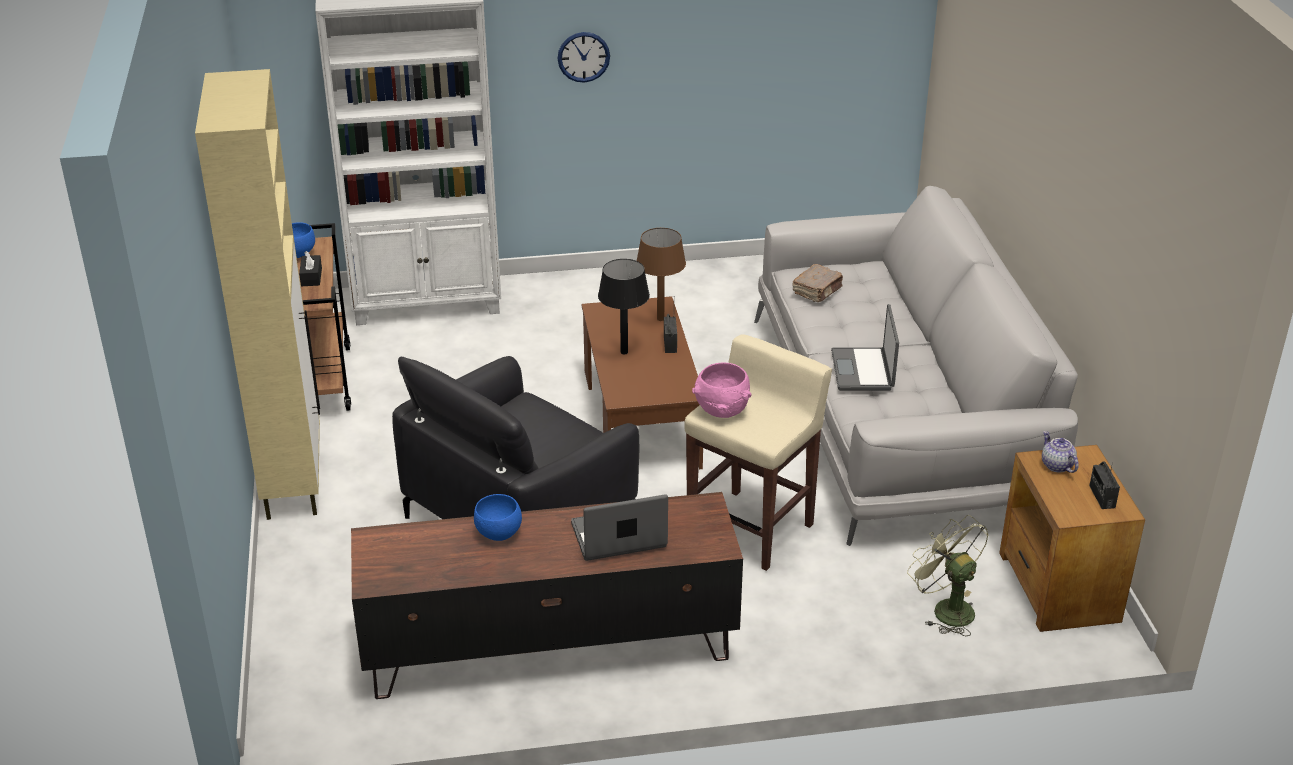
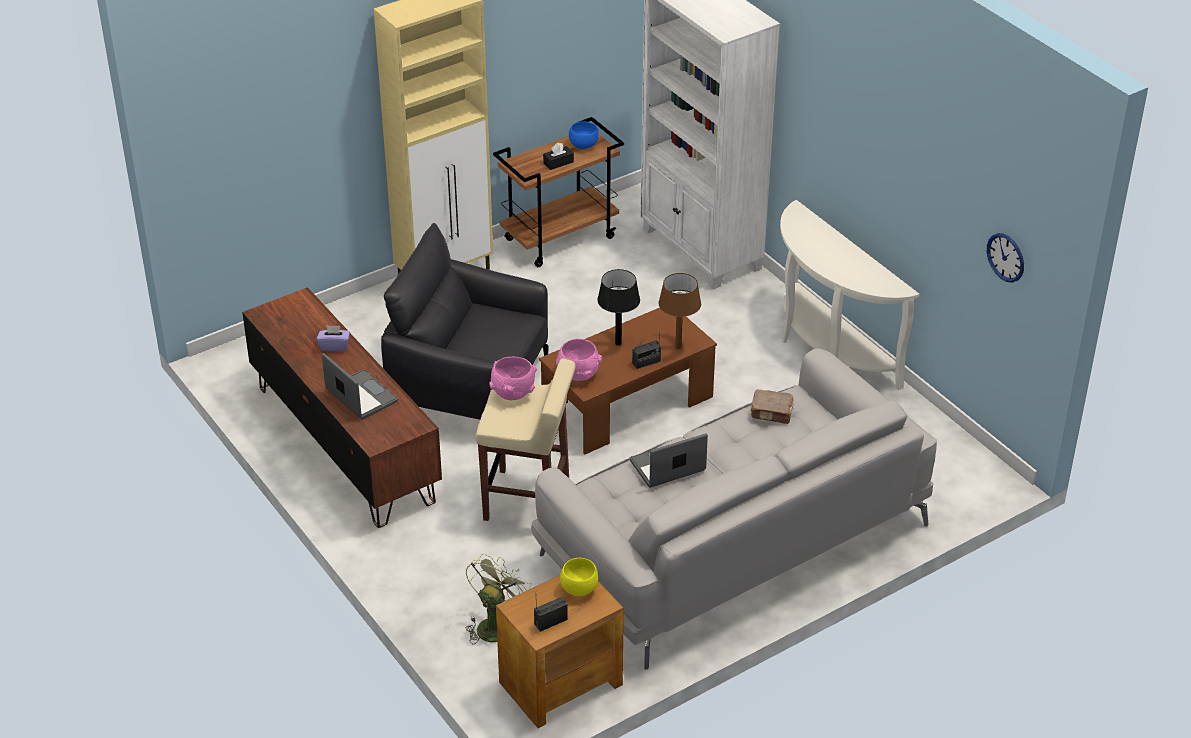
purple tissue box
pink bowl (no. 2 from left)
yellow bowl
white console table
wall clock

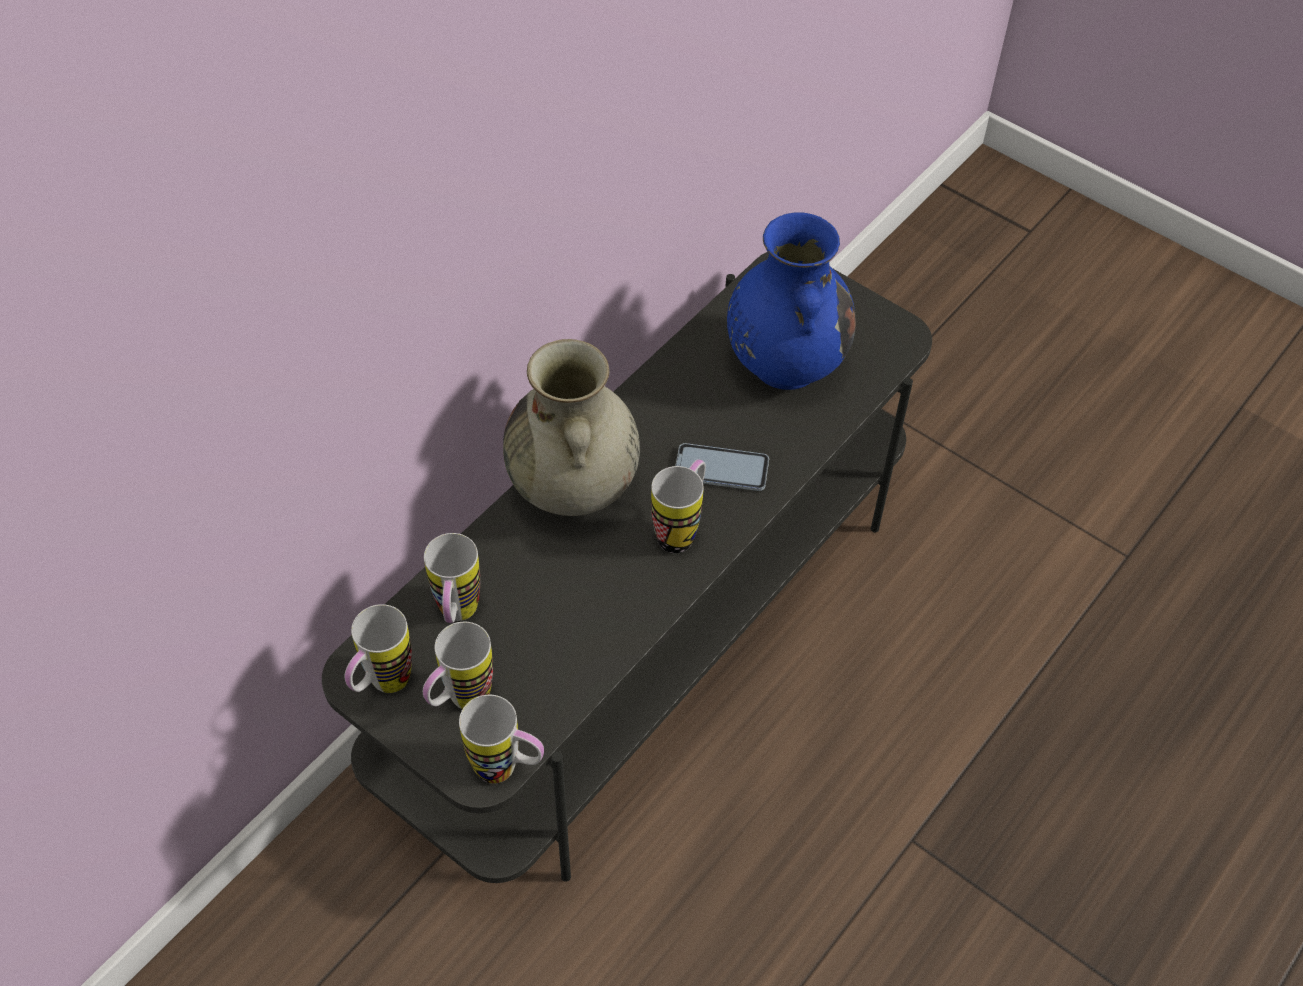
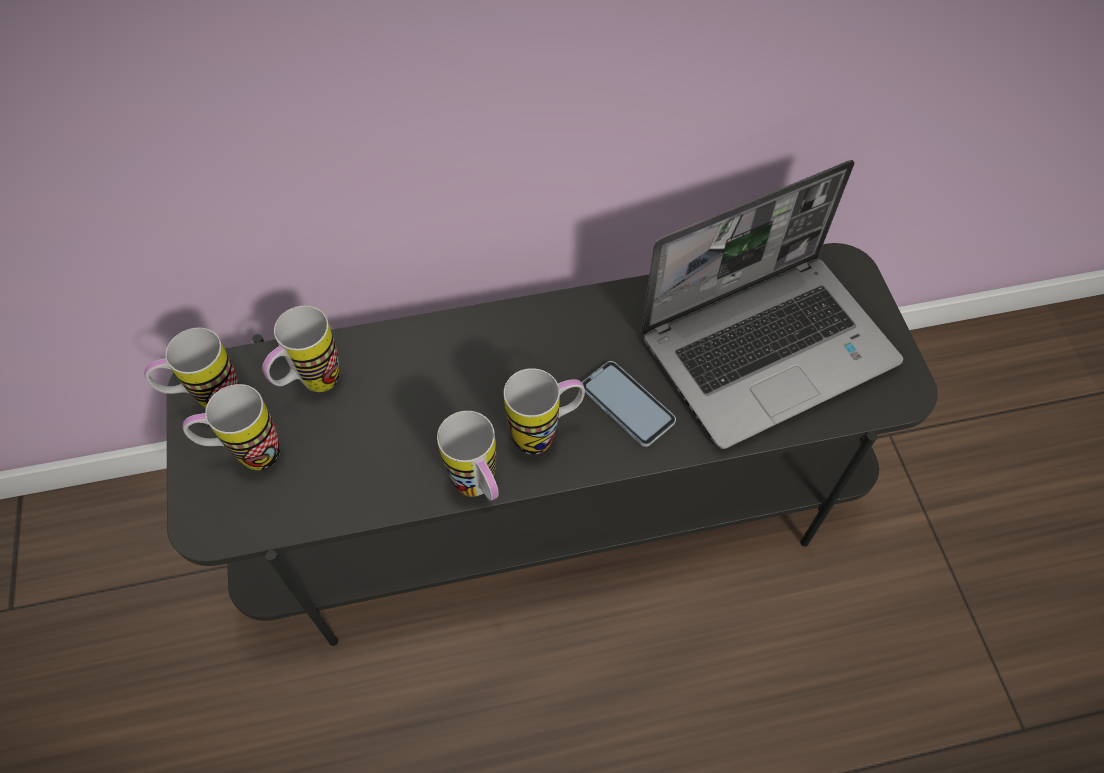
mug (no. 4 from left)
laptop
beige vase

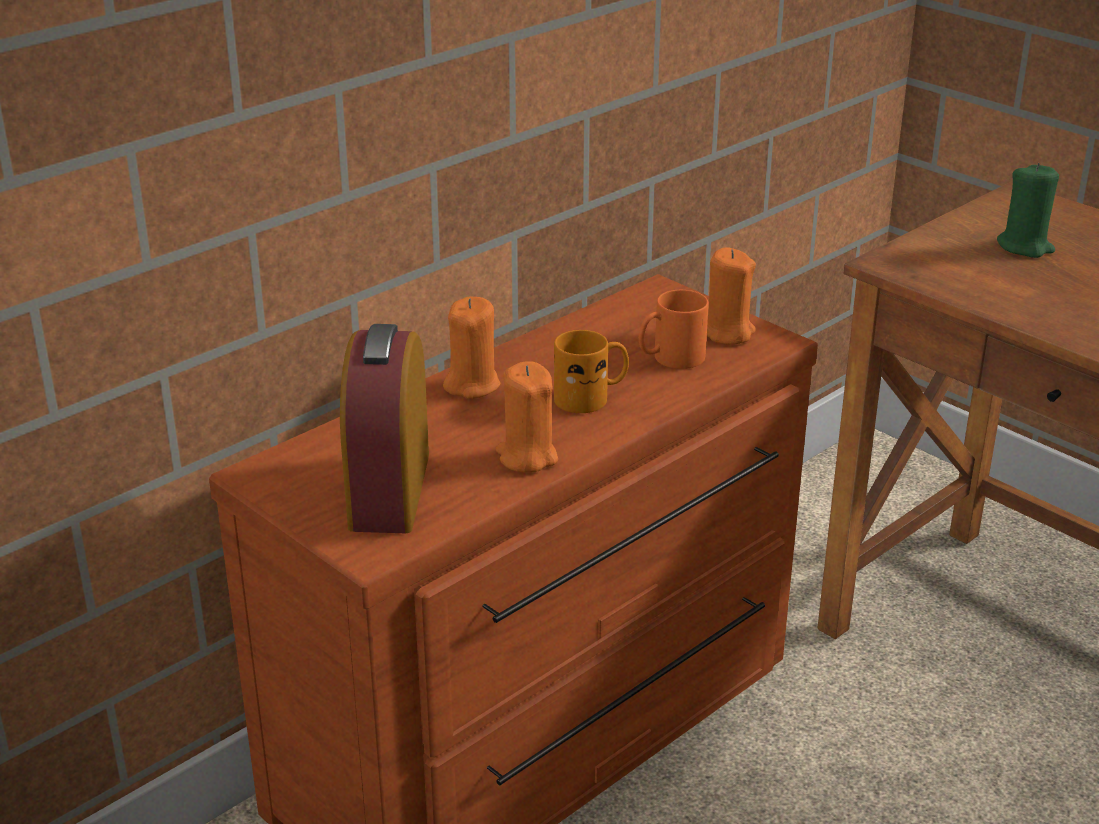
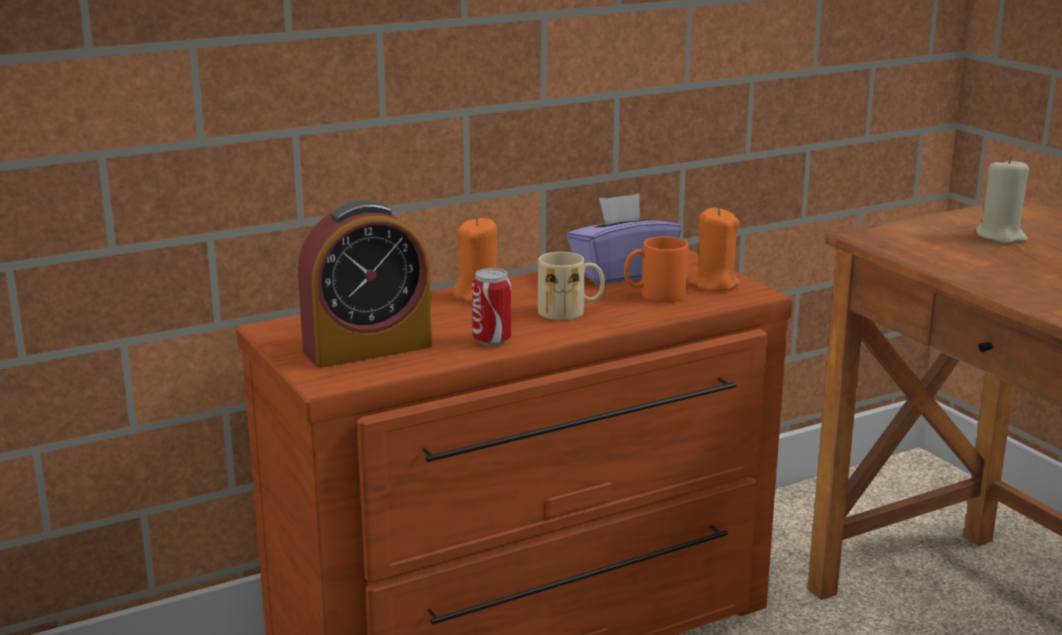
alarm clock
can
beige mug
purple tissue box
beige candle

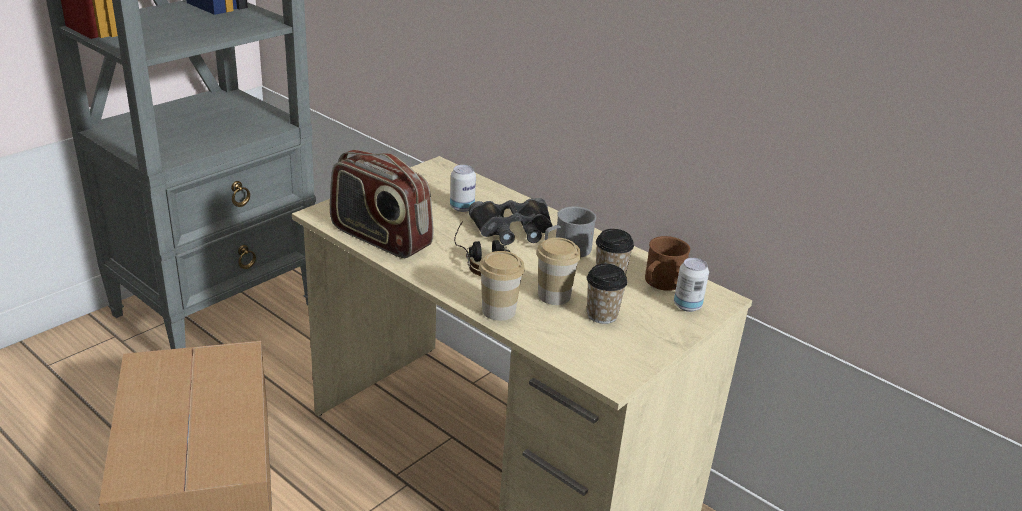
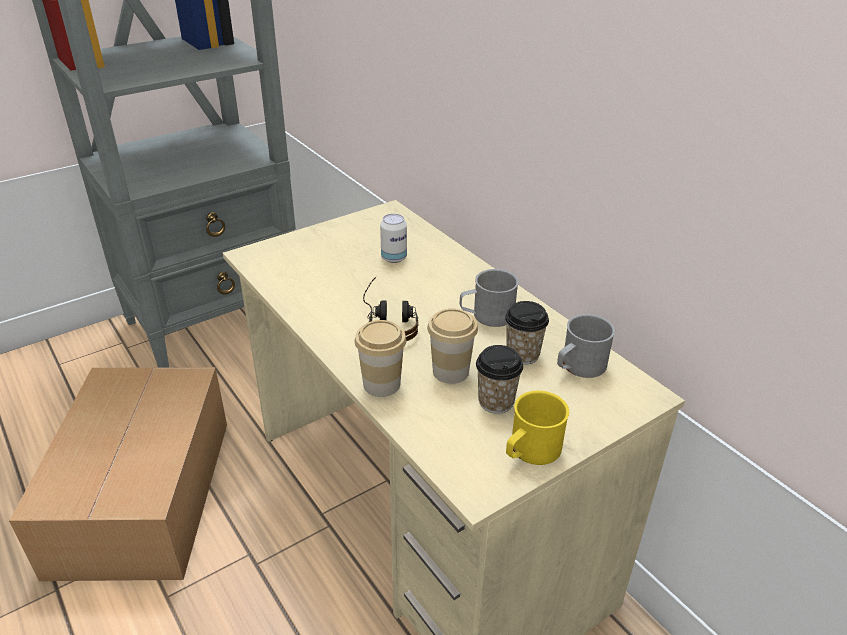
yellow mug
grey mug (no. 2 from left)
radio
black binoculars
can (no. 2 from left in the first image)

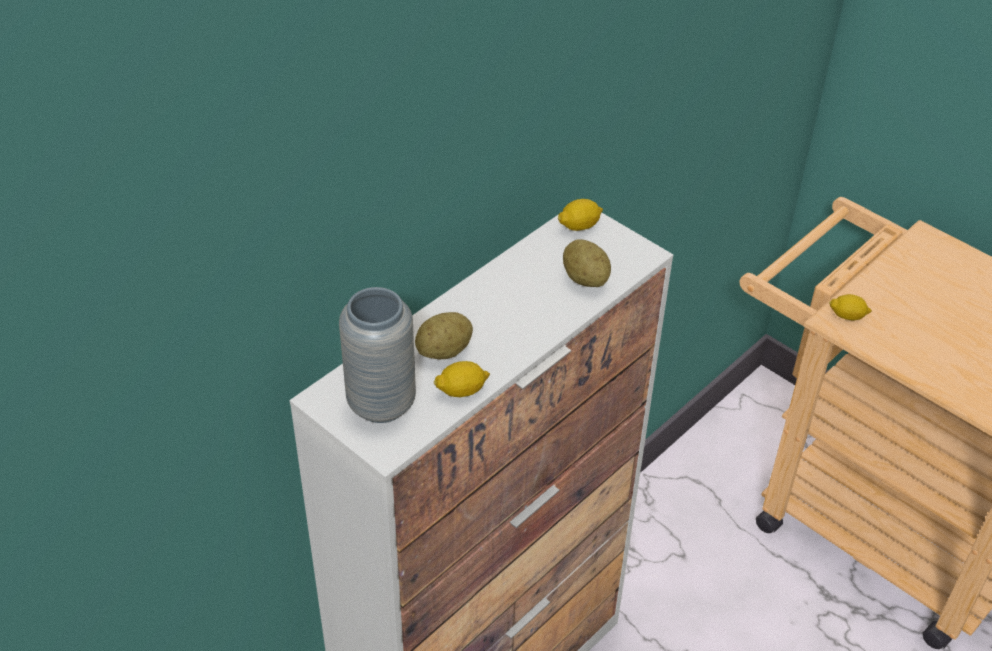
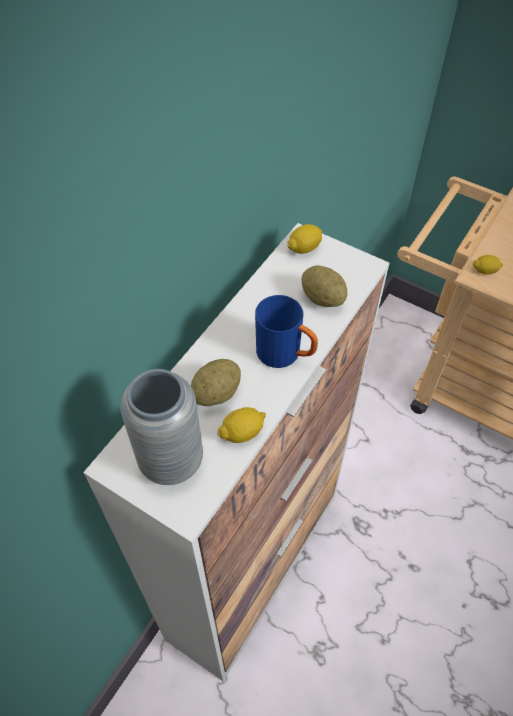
blue mug

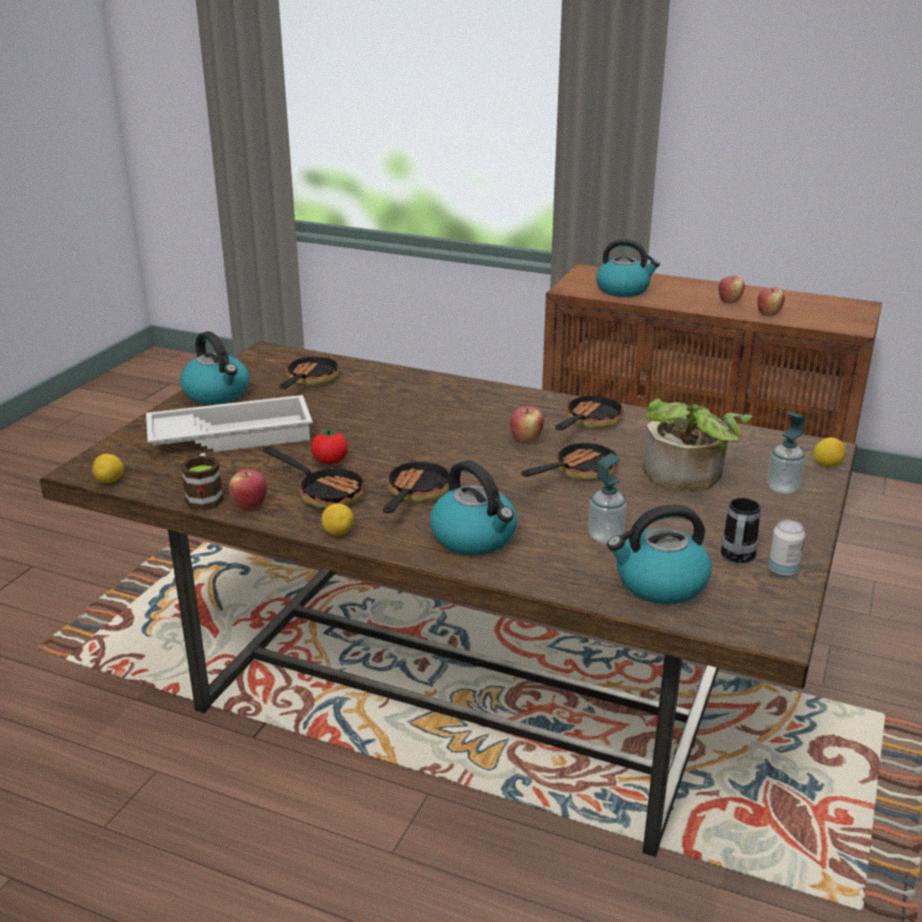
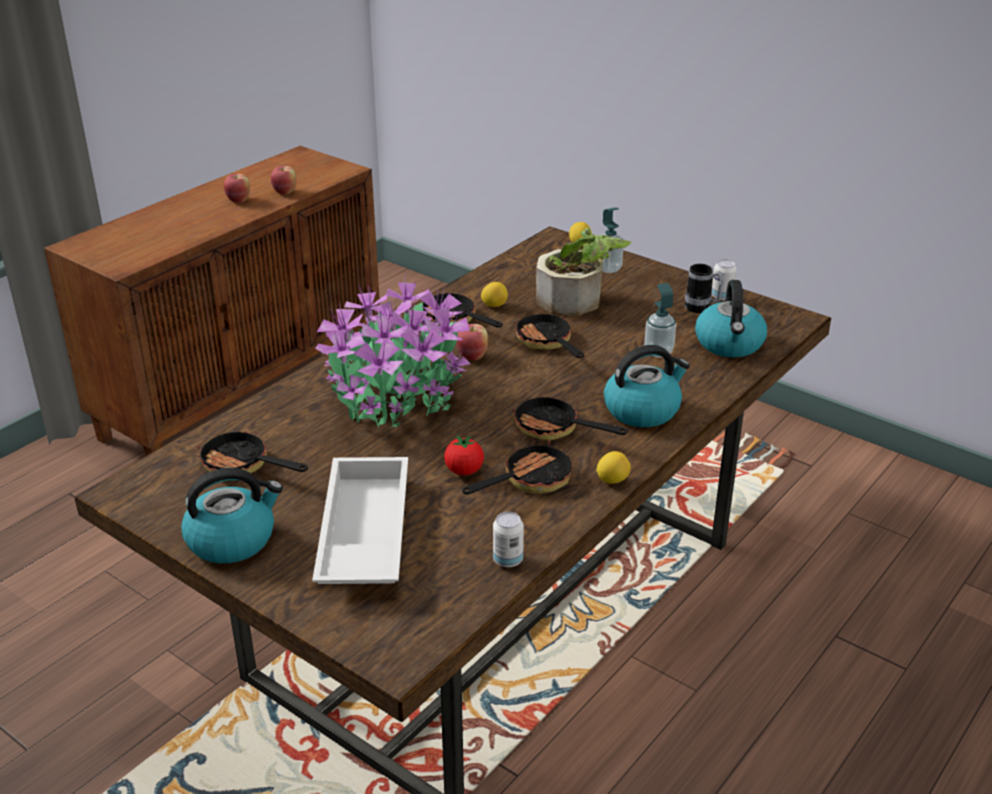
potted plant (no. 1 from left)
lemon (no. 1 from left)
can (no. 1 from left)
apple (no. 1 from left in the first image)
kettle (no. 3 from left in the first image)

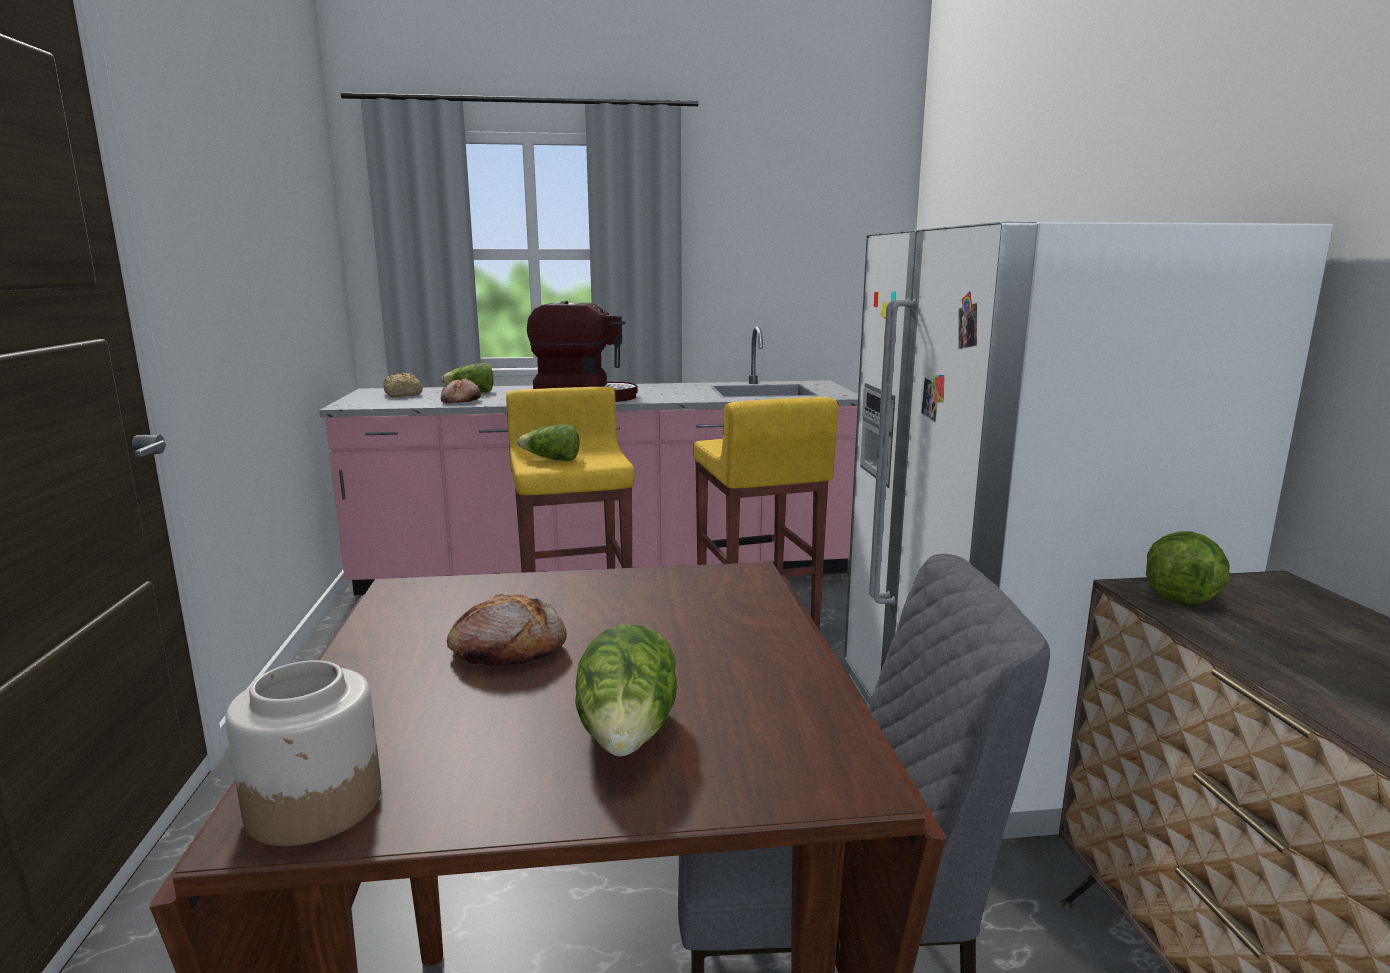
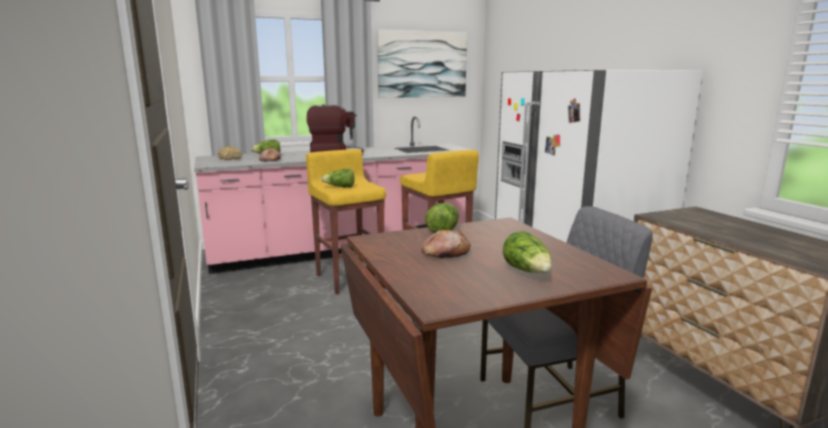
picture
lettuce (no. 3 from left)
jar

